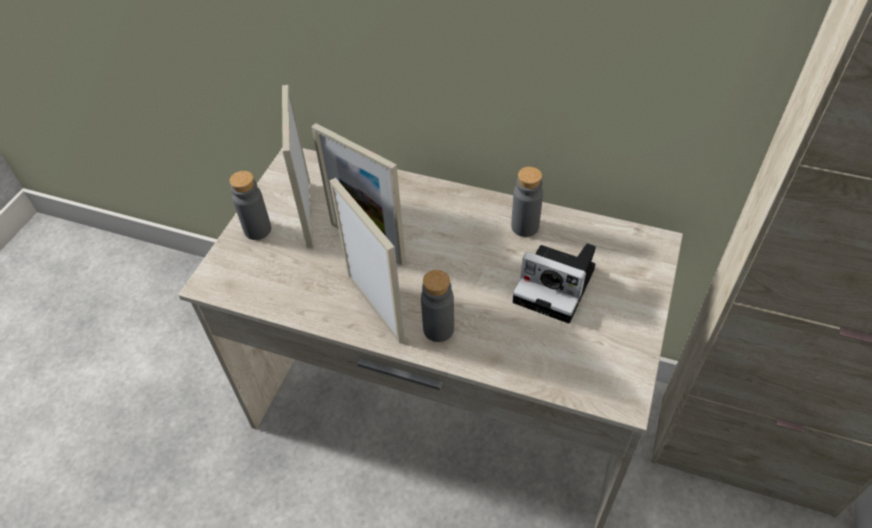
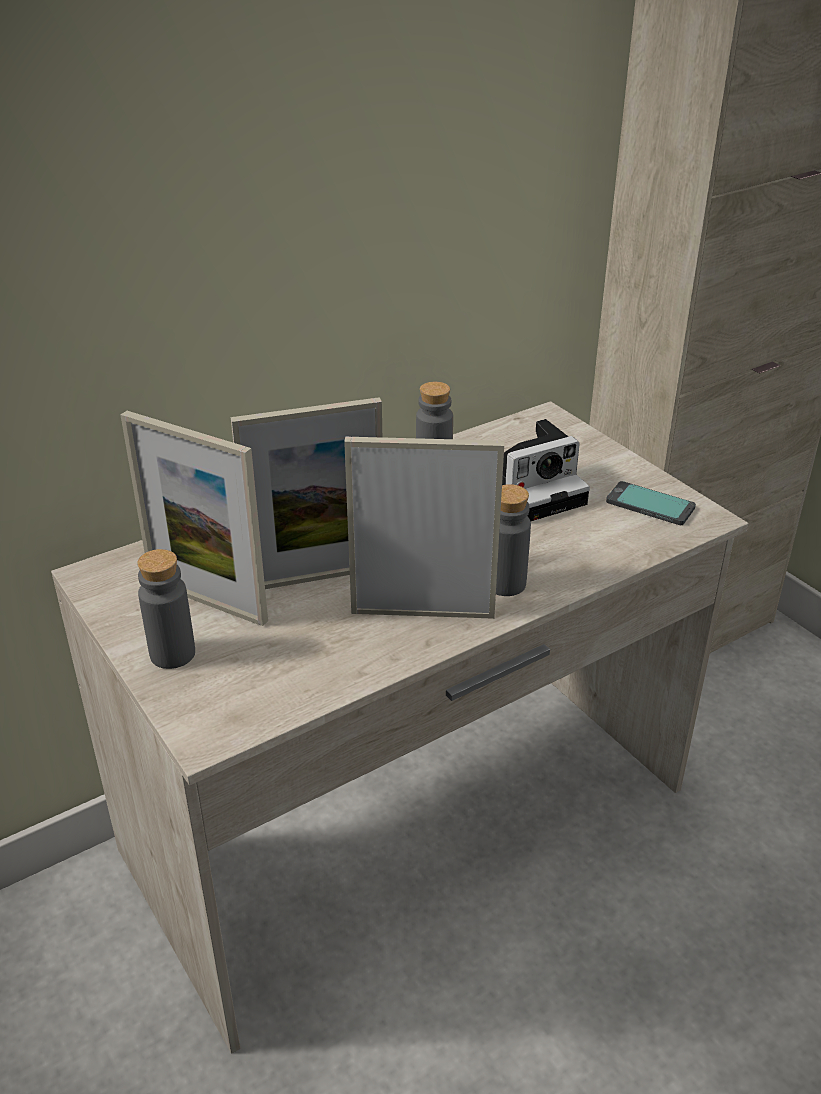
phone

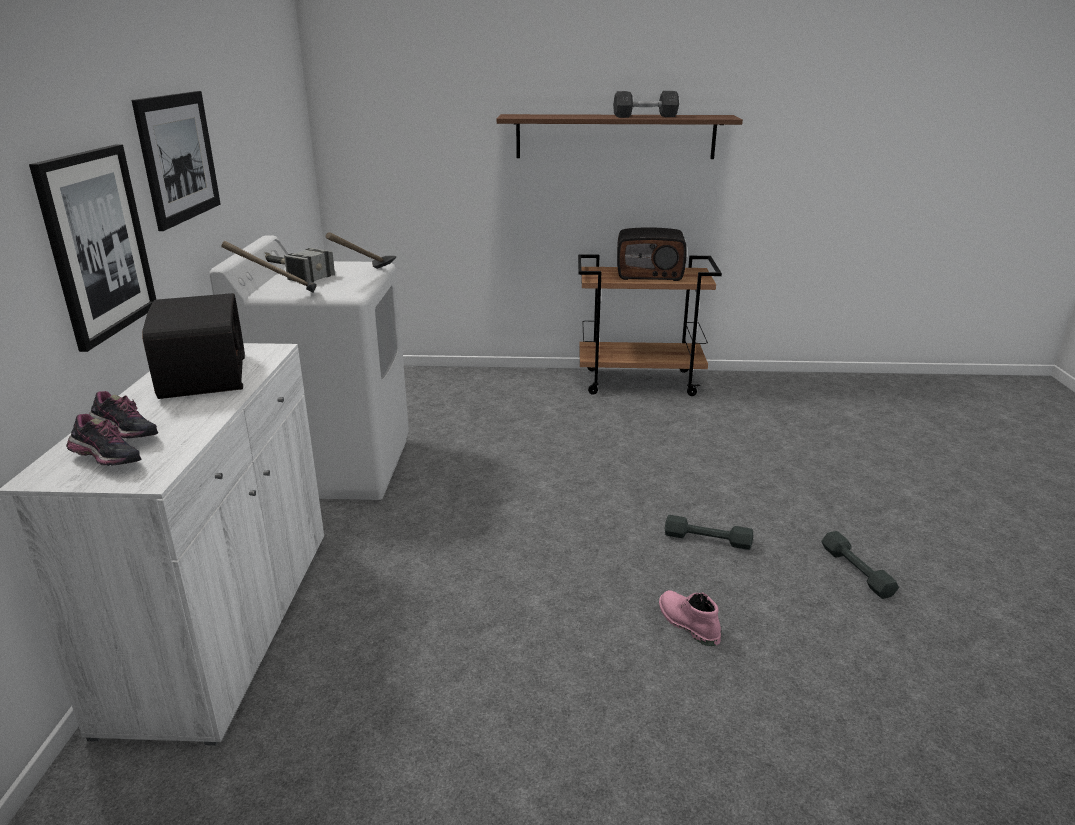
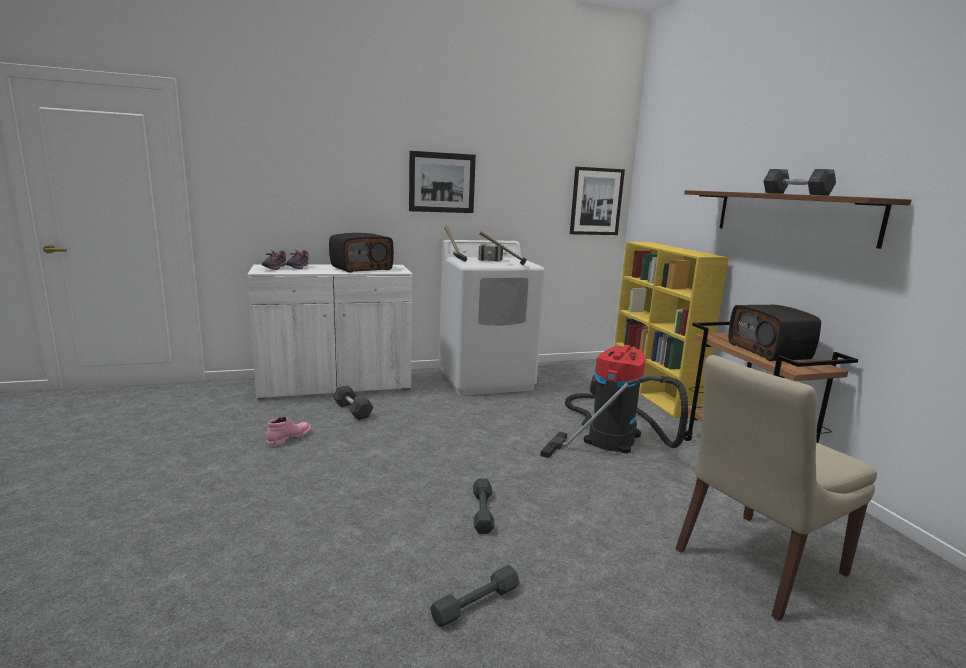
pink boot
grey dumbbell (no. 1 from left)
vacuum cleaner
picture (no. 2 from left)
yellow bookcase
beige chair

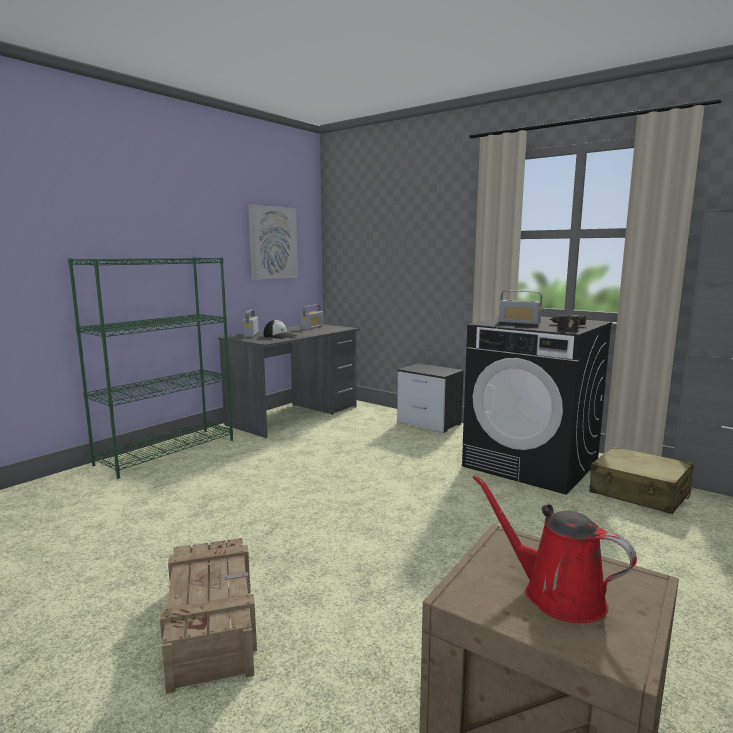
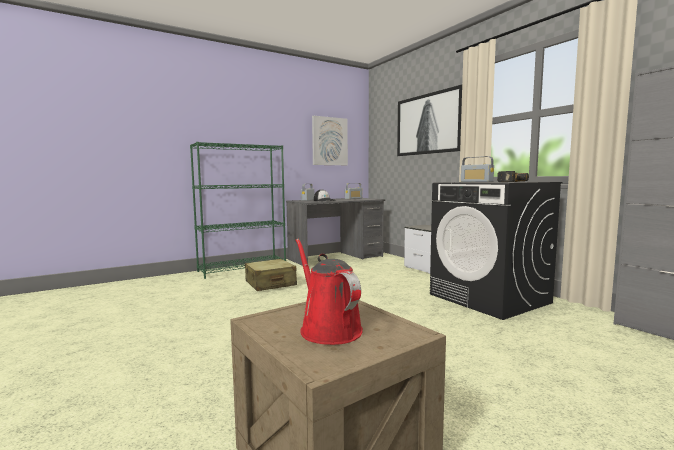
beige suitcase
picture (no. 2 from left)
crate (no. 1 from left in the first image)

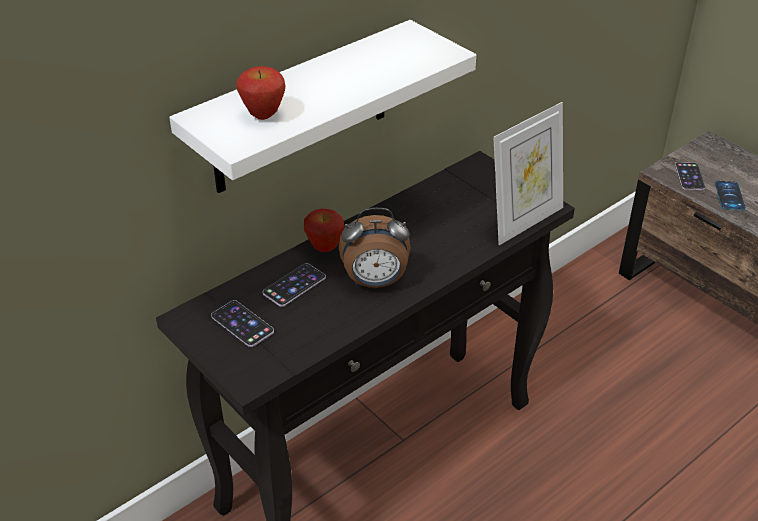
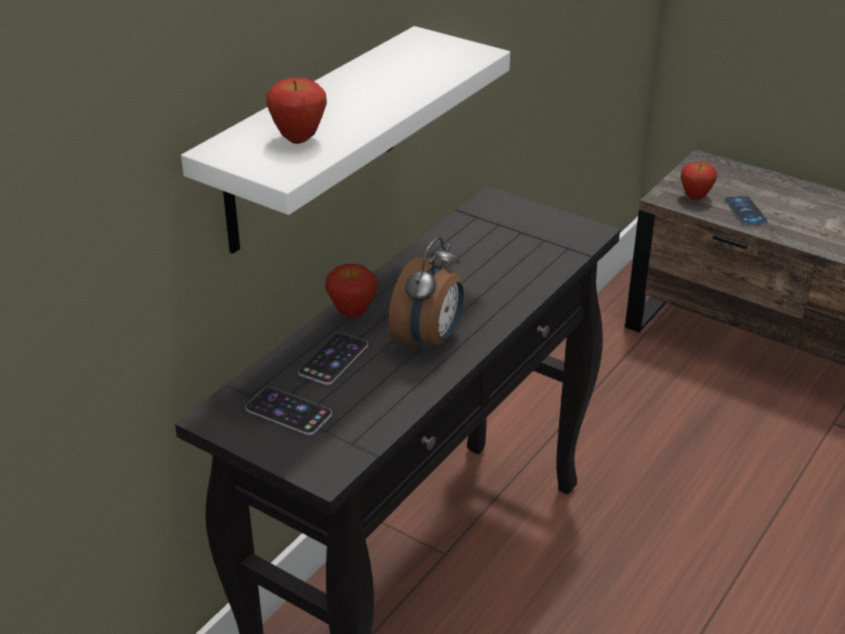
alarm clock
apple (no. 3 from left)
picture frame

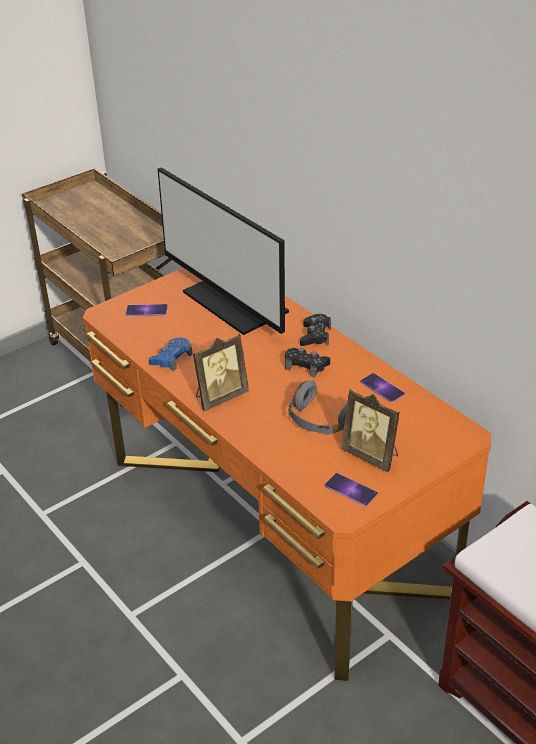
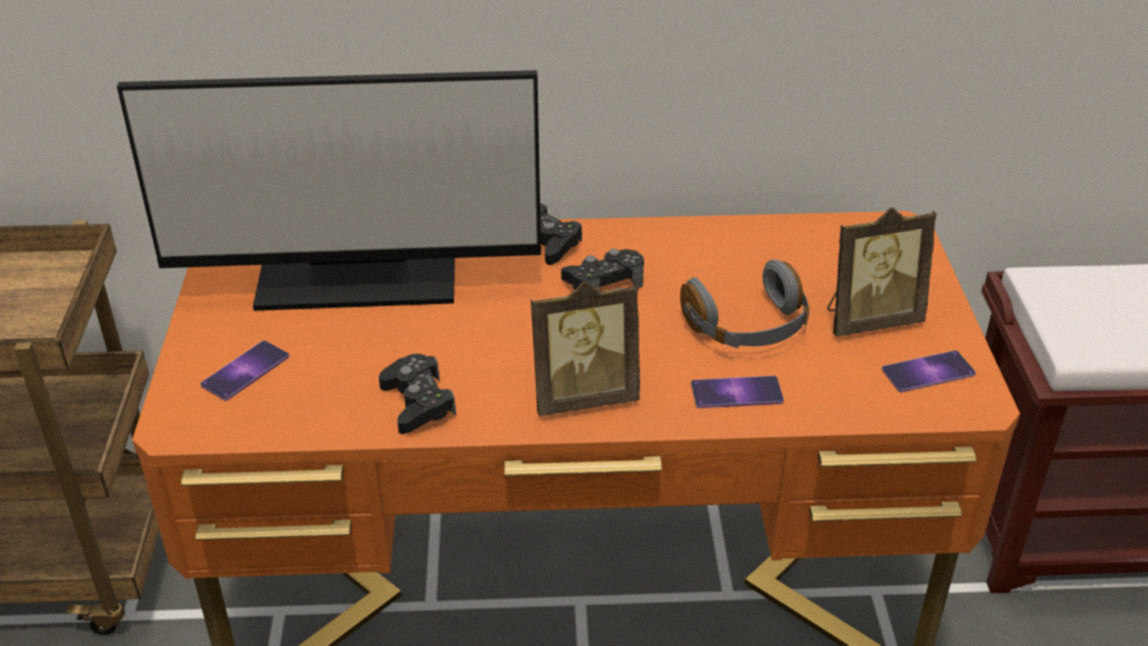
black game controller (no. 1 from left)
picture frame (no. 1 from left)
phone (no. 2 from left)

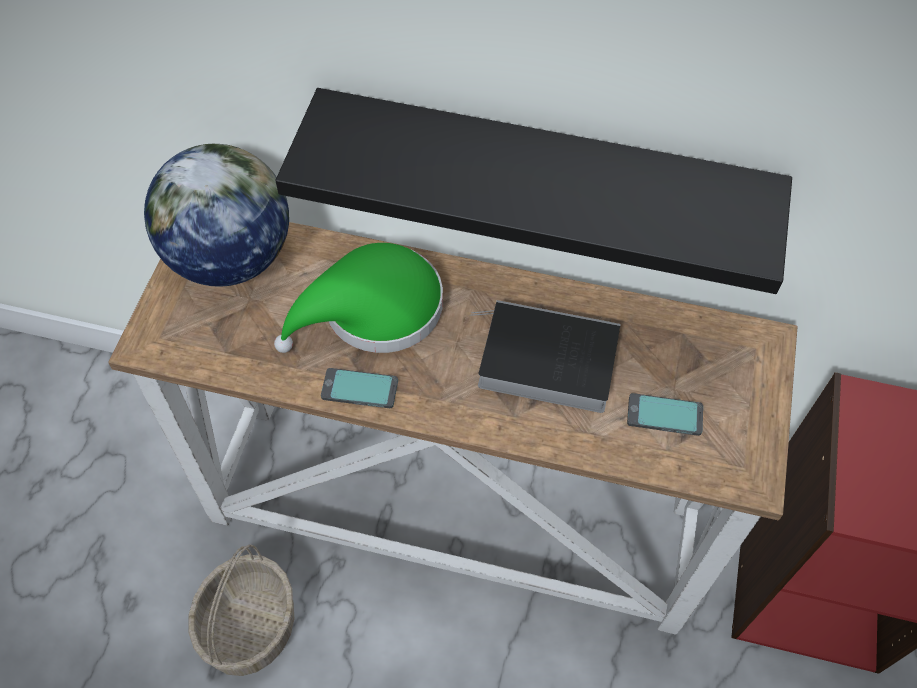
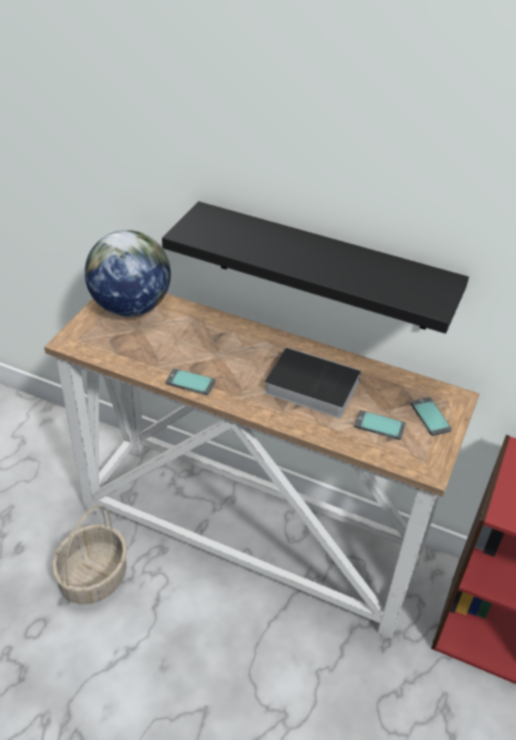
phone (no. 3 from left)
green hat

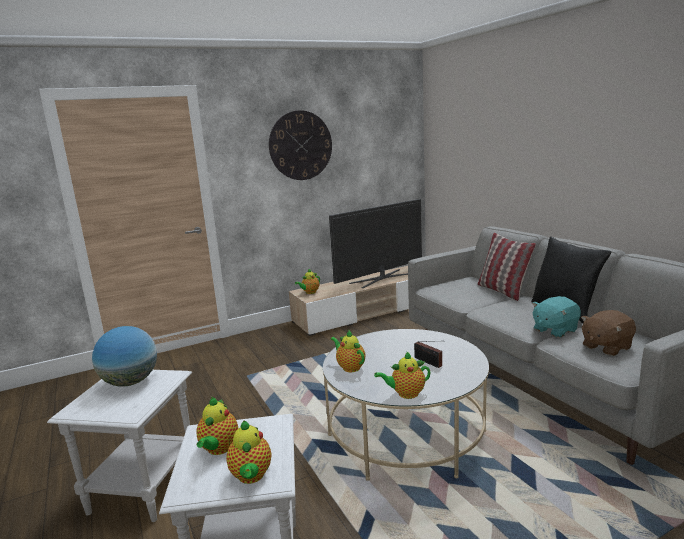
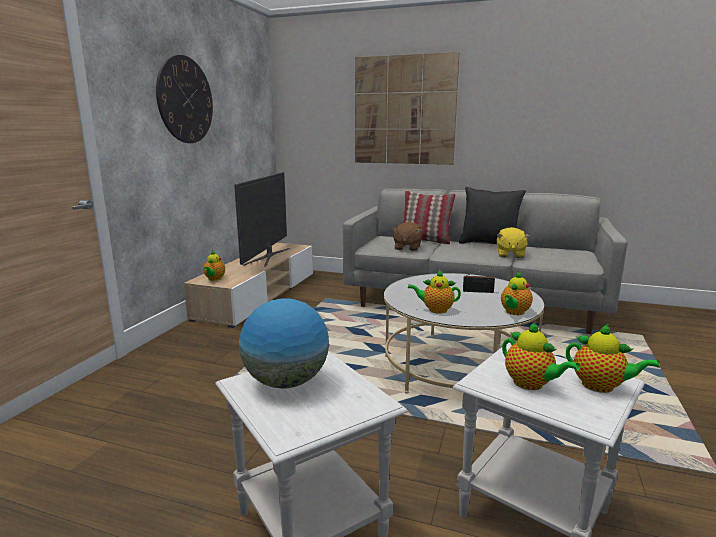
picture
brown plush toy
yellow plush toy

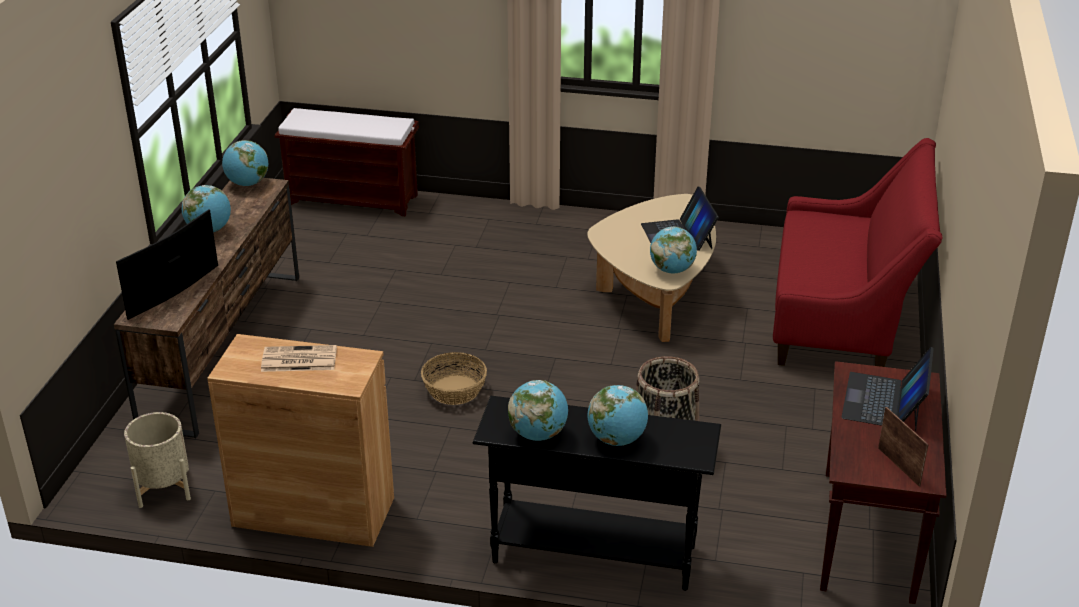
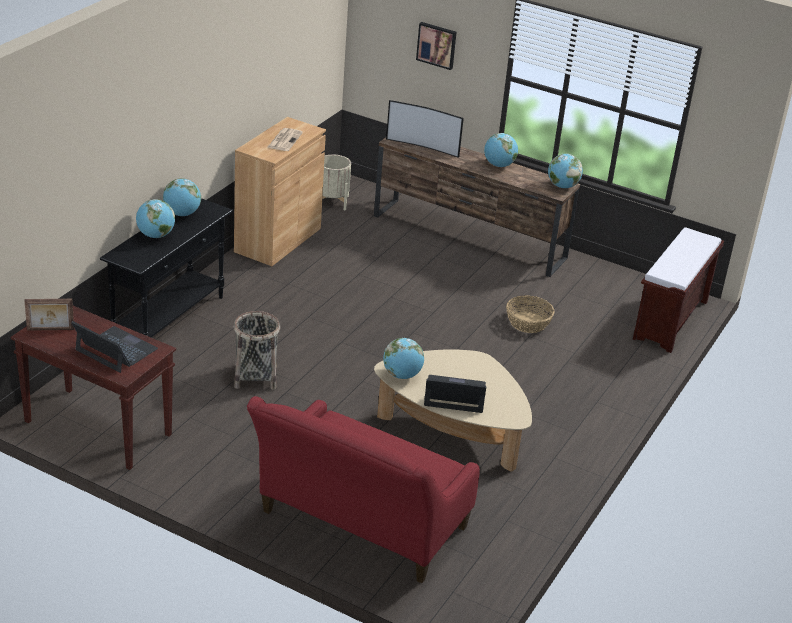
television
picture
basket (no. 2 from left)

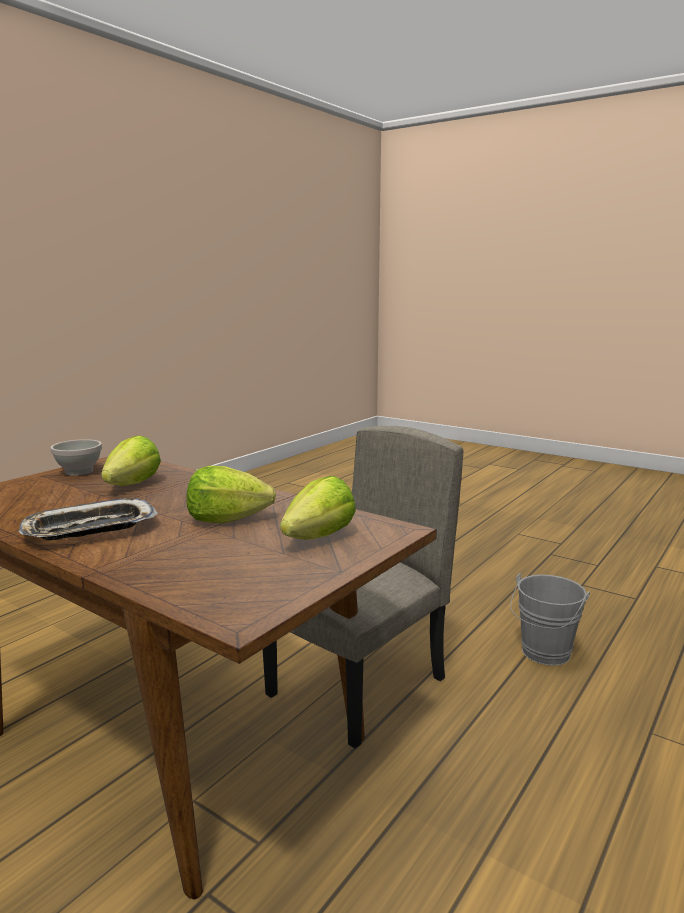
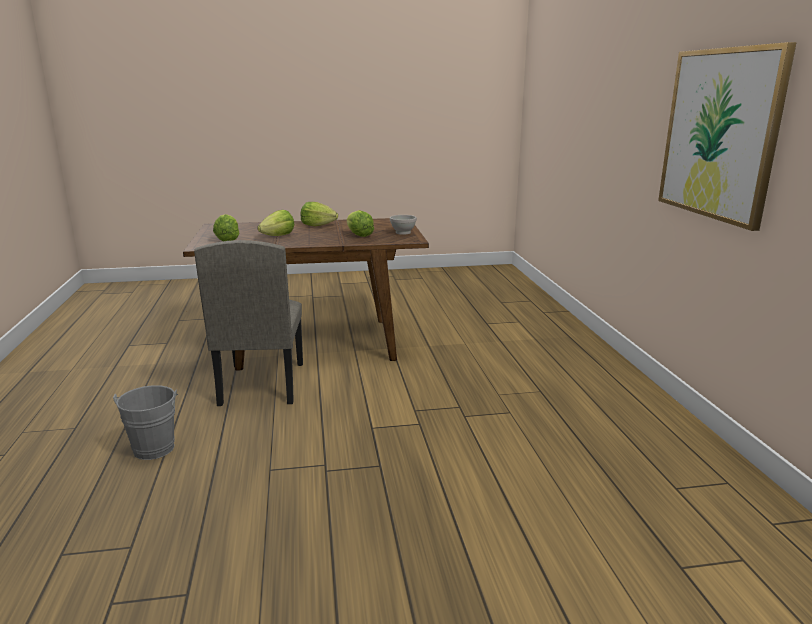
lettuce (no. 3 from left)
picture

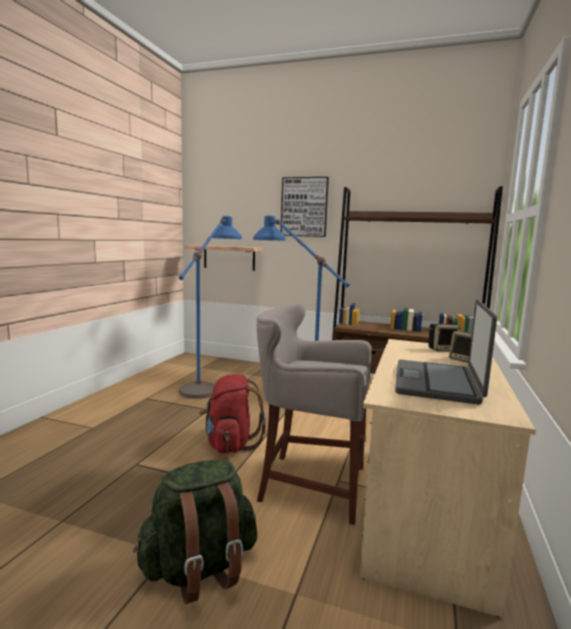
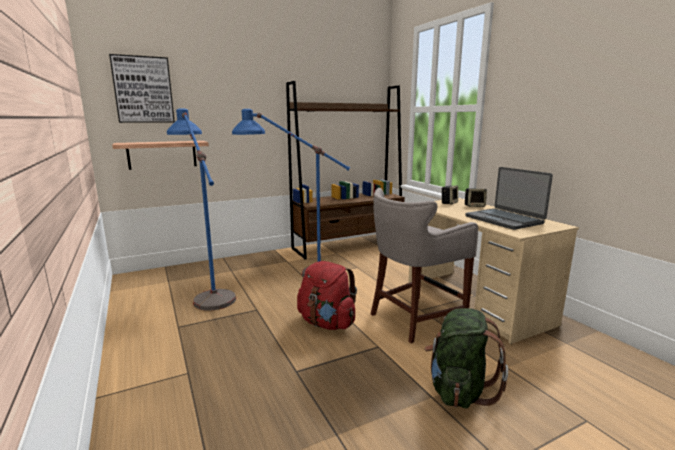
picture

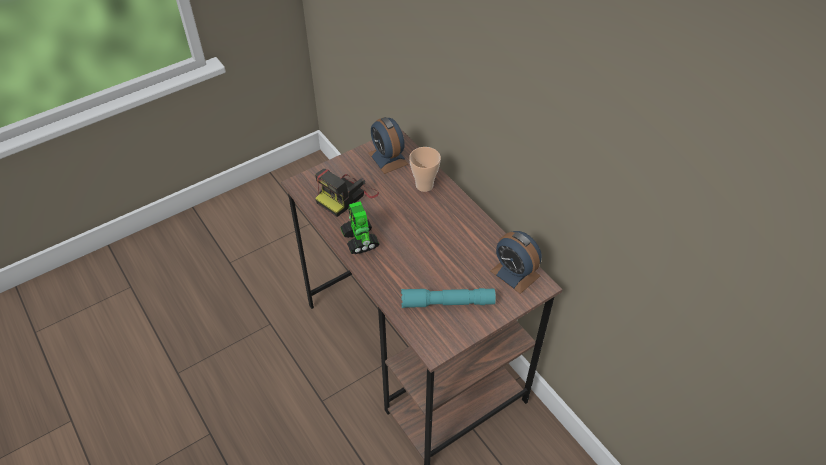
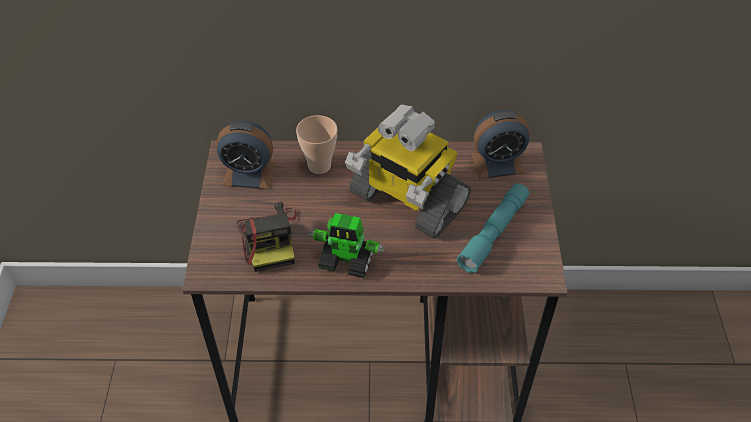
toy robot (no. 2 from left)

